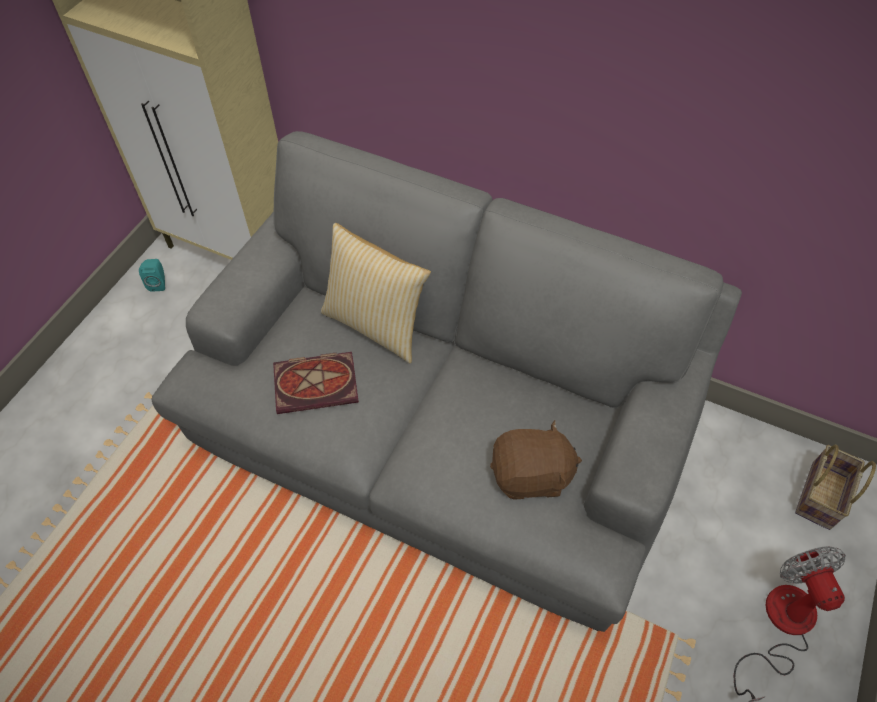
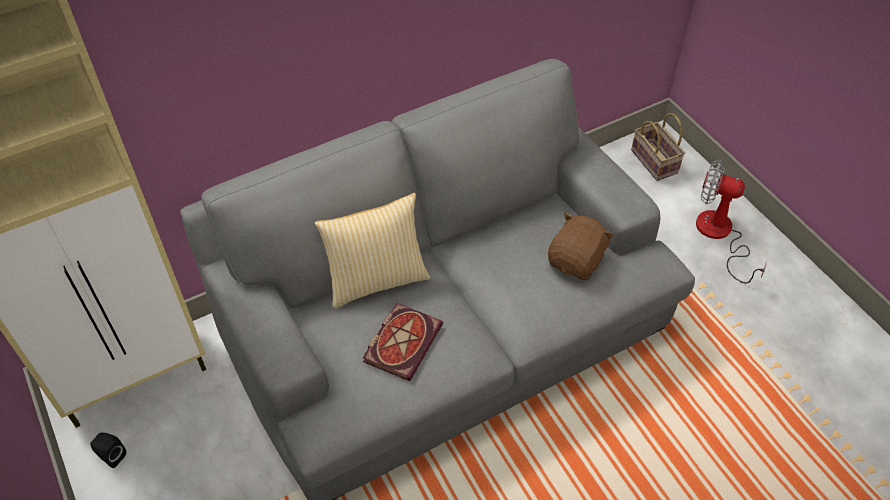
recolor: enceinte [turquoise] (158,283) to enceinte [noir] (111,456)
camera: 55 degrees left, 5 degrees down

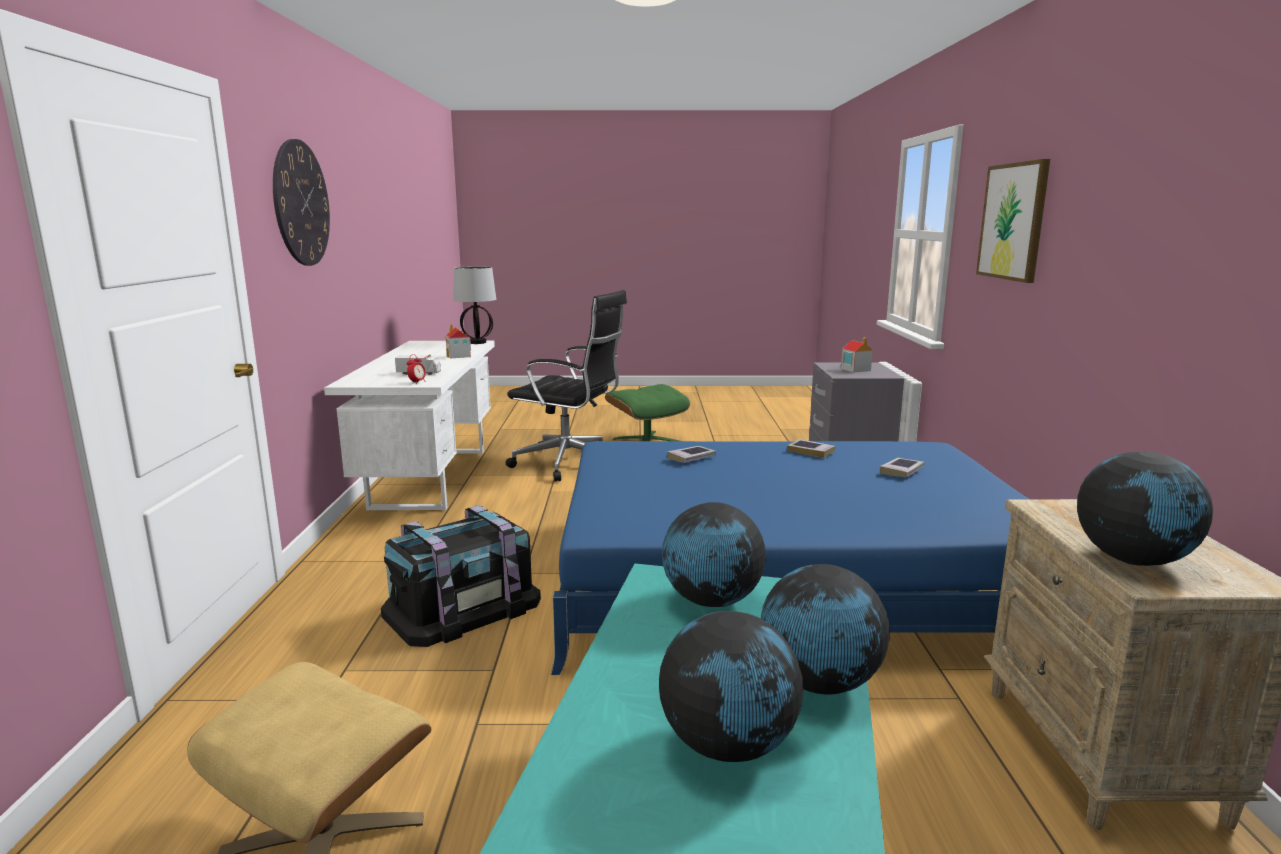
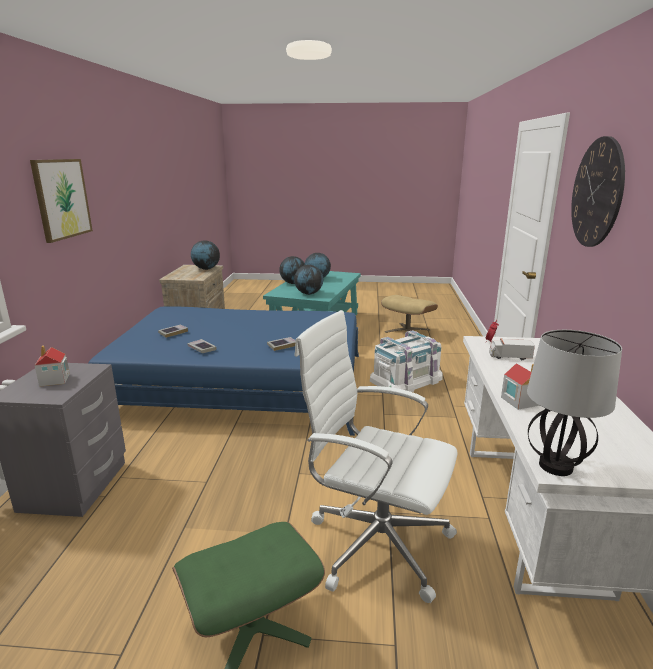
recolor: boîte de rangement [noir] (462,607) to boîte de rangement [blanc] (406,379); chaise de bureau [noir] (570,463) to chaise de bureau [blanc] (375,542)
camera: 175 degrees left, 5 degrees up

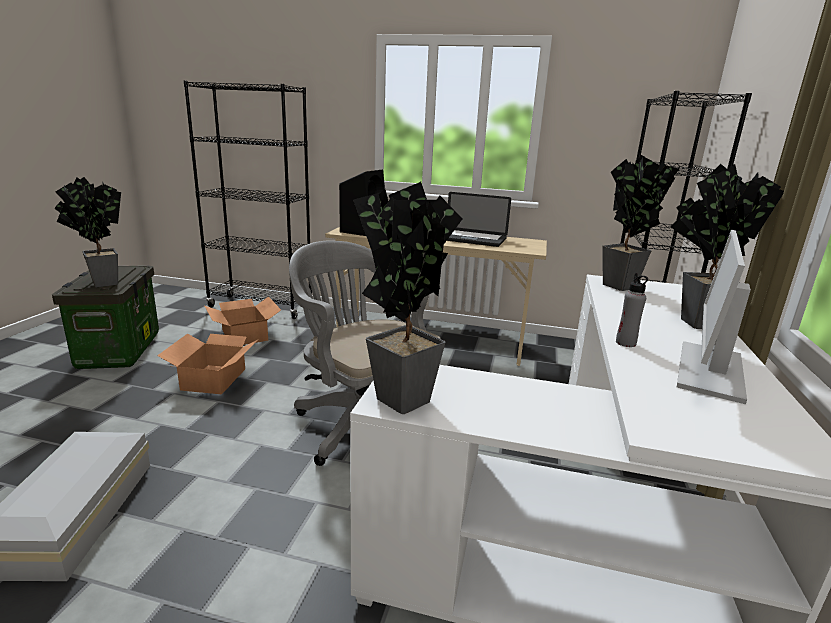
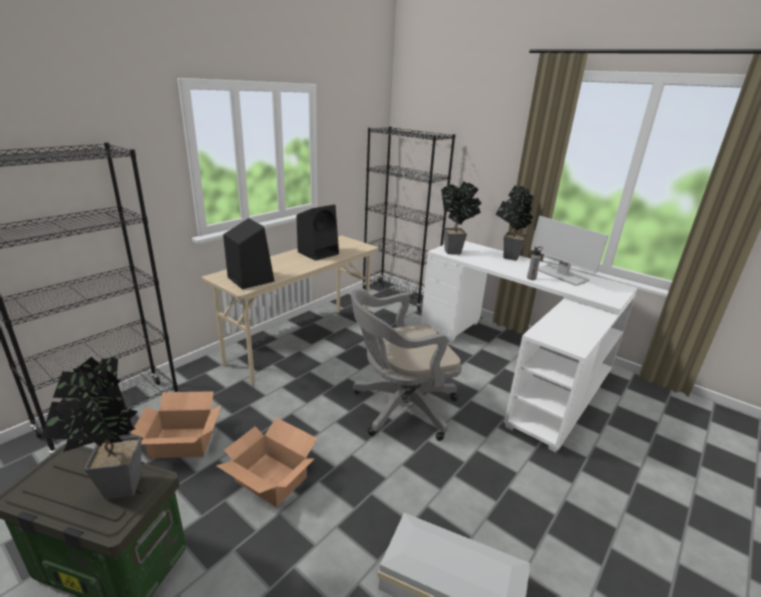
delete: plante en pot (401,394)
replace: ordinateur portable (471,239) to enceinte [noir] (319,253)
camera: 65 degrees left, 5 degrees up

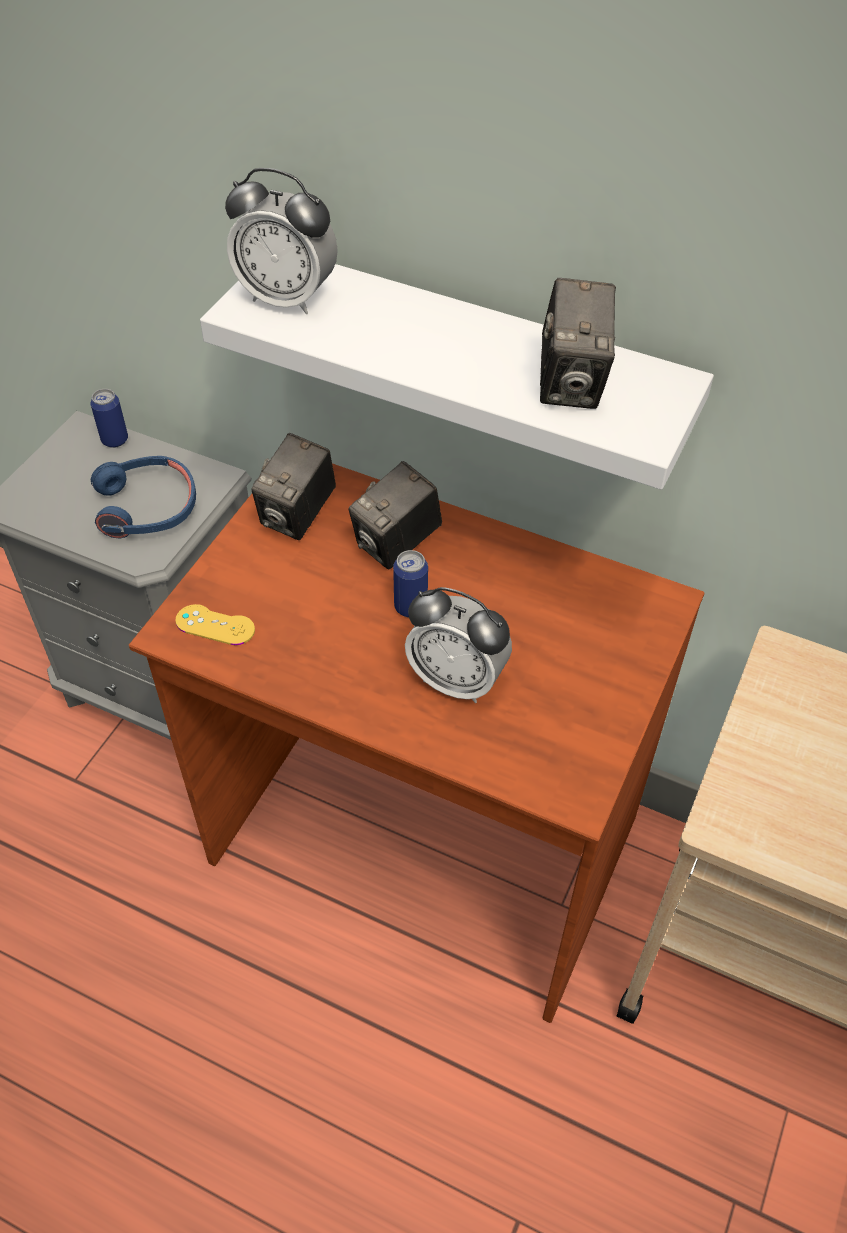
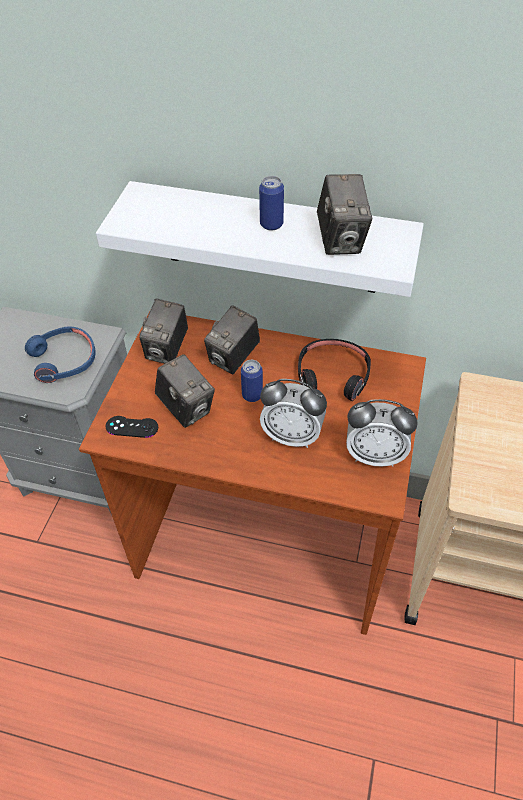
insert: appareil photo (186,408); casque audio [noir] (332,375)
move: boîte métallique (115,440) to (271,224); réveil (287,298) to (374,455)
recolor: manette [jaune] (215,625) to manette [noir] (132,427)
camera: 10 degrees left, 0 degrees up

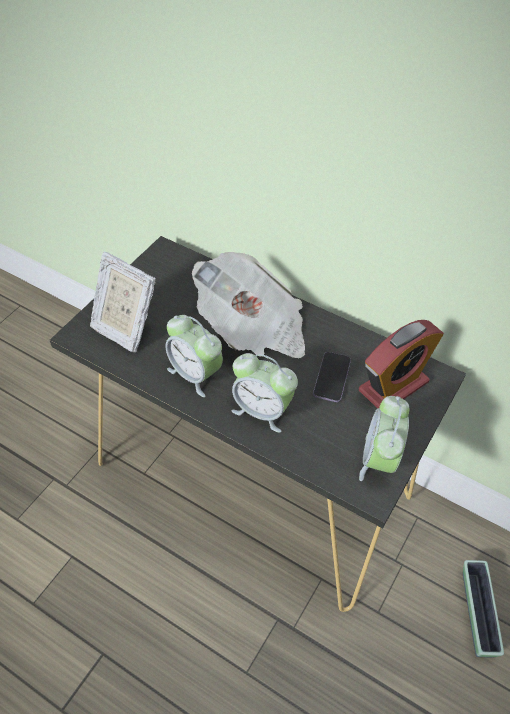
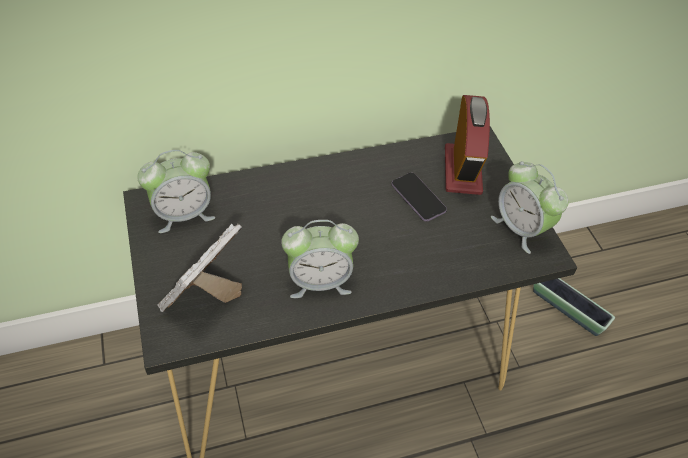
delete: journal (253,329)
move: réveil (262,410) to (183,214)
rotate: cadre photo (124,327) = (204,295) 135 degrees clockwise
camera: 50 degrees left, 0 degrees up

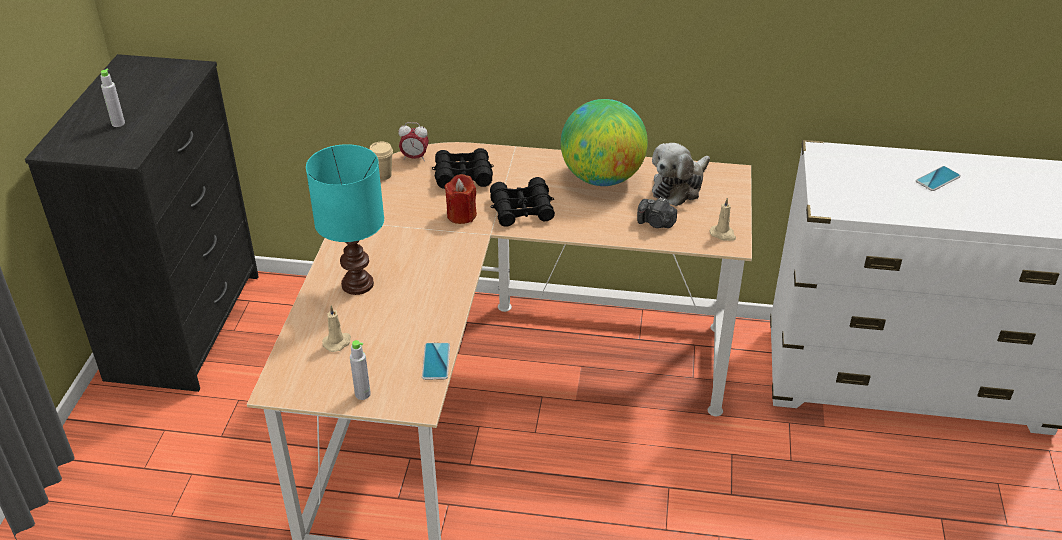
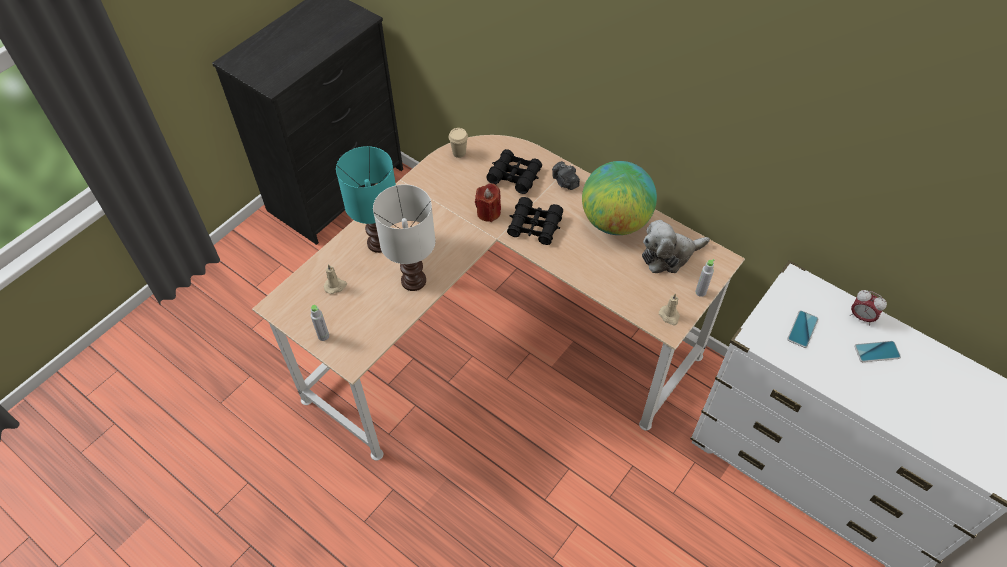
insert: lampe de table [blanc] (414,281)
move: bouteille [gris] (118,123) to (700,292); réveil (414,158) to (861,317); téléphone (436,361) to (802,329); appareil photo (656,223) to (565,182)
camera: 30 degrees right, 15 degrees up

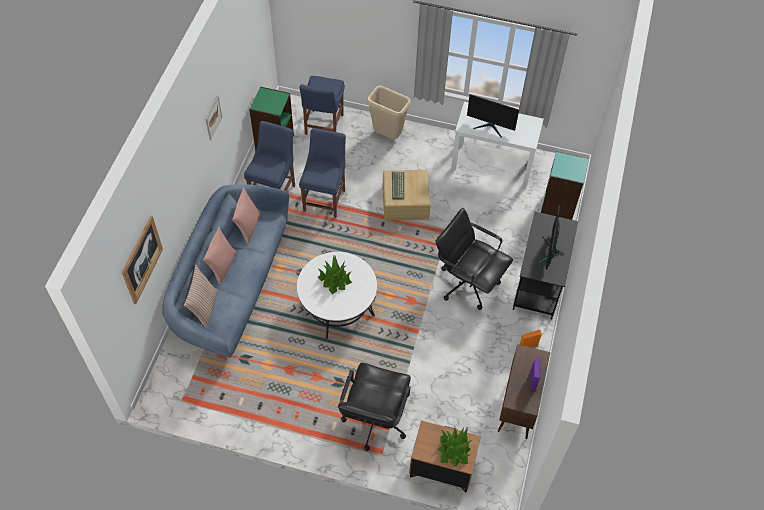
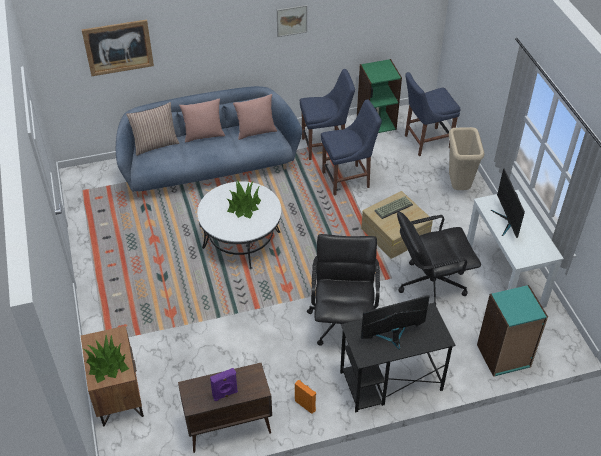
move: chaise de bureau [noir] (374,420) to (430,284)
camera: 60 degrees right, 10 degrees down

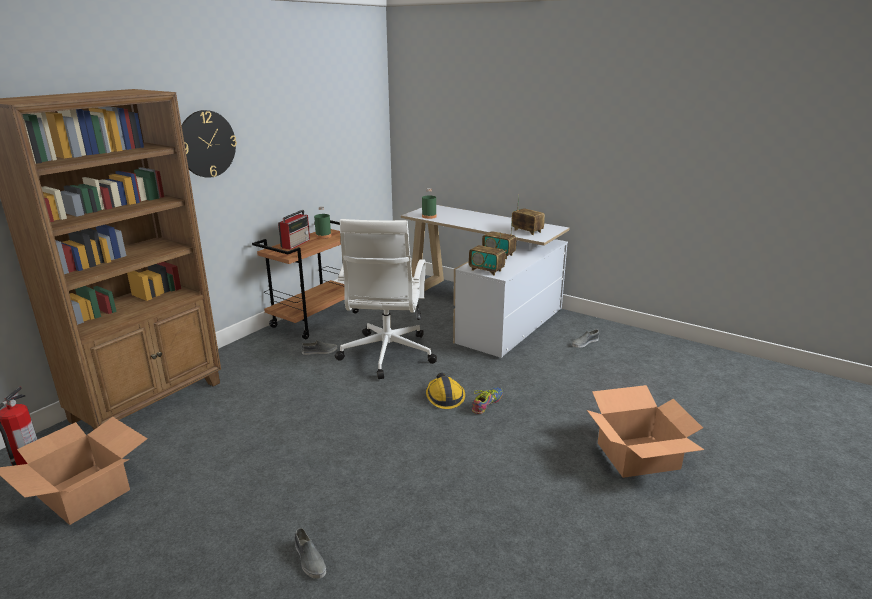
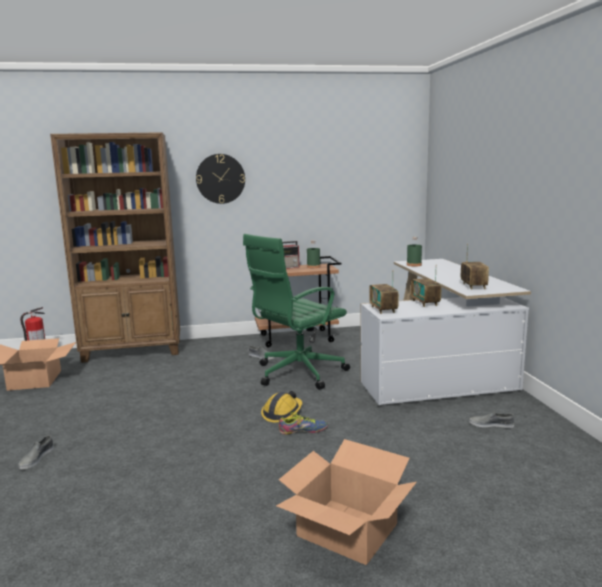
recolor: chaise de bureau [blanc] (386,355) to chaise de bureau [vert] (297,373)
camera: 45 degrees right, 10 degrees down

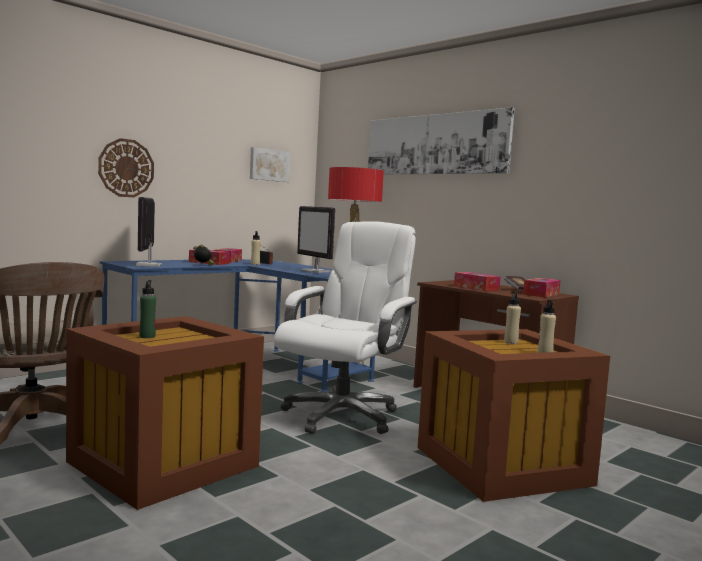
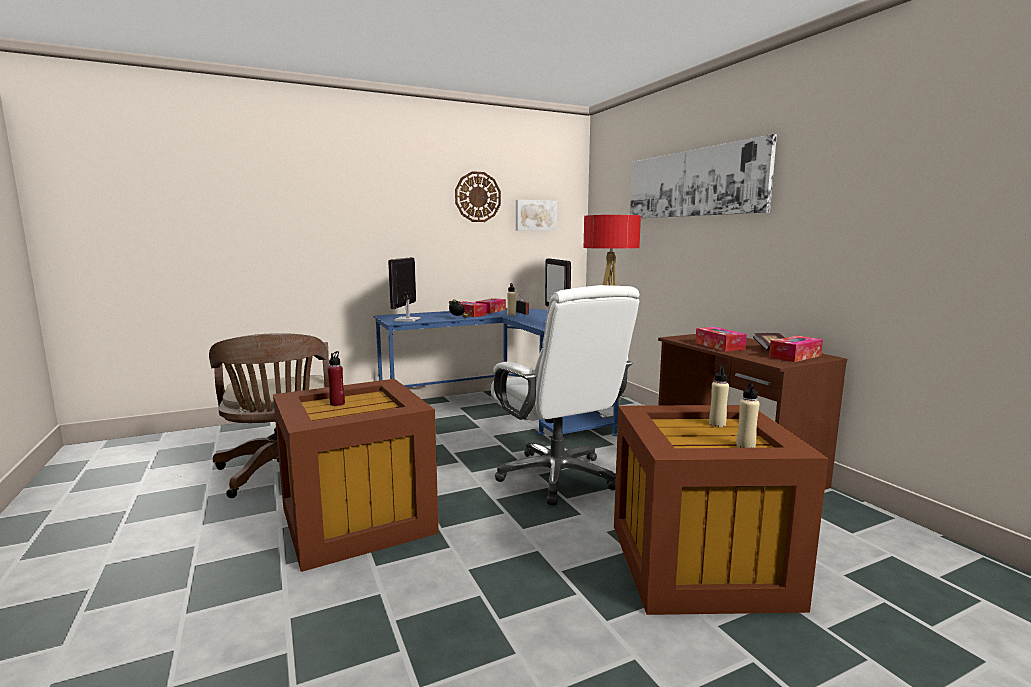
move: horloge murale (126,168) to (477,197)
recolor: bouteille [vert] (147,336) to bouteille [rouge] (337,404)
rotate: chaise de bureau [blanc] (341,415) = (558,477) 105 degrees clockwise
camera: 20 degrees right, 5 degrees up

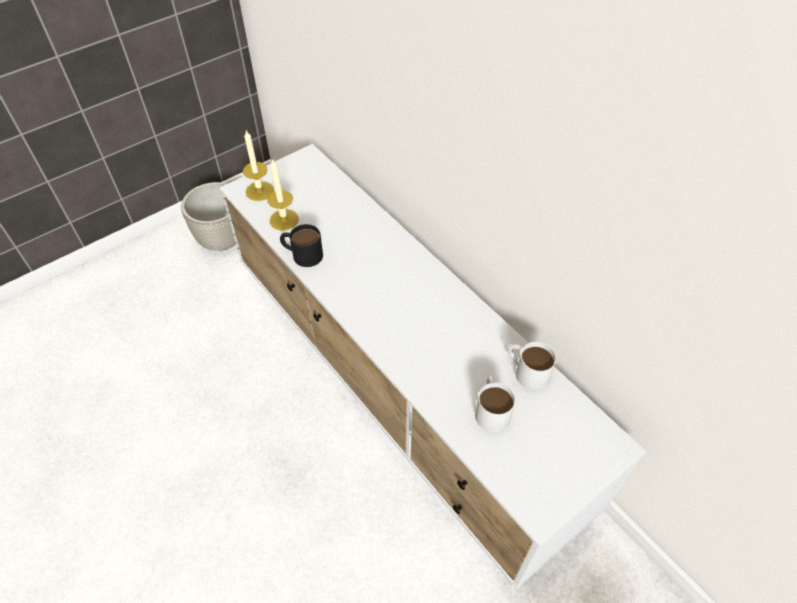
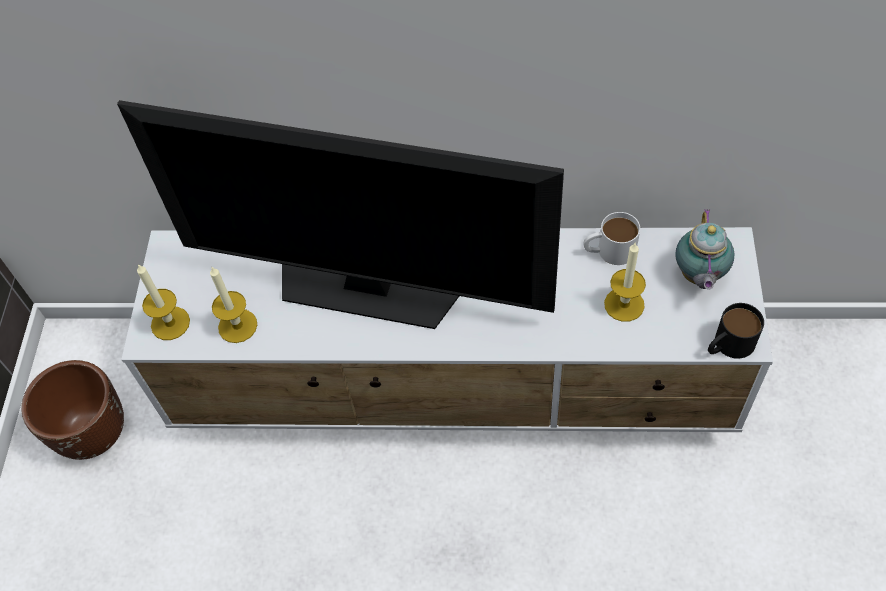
insert: téléviseur (368,286); théière (698,276)
move: mug [noir] (302,254) to (728,345)
replace: mug [blanc] (491,409) to bougie (624,304)
recolor: cache-pot [gris] (223,240) to cache-pot [marron] (94,433)
camera: 45 degrees left, 5 degrees up

